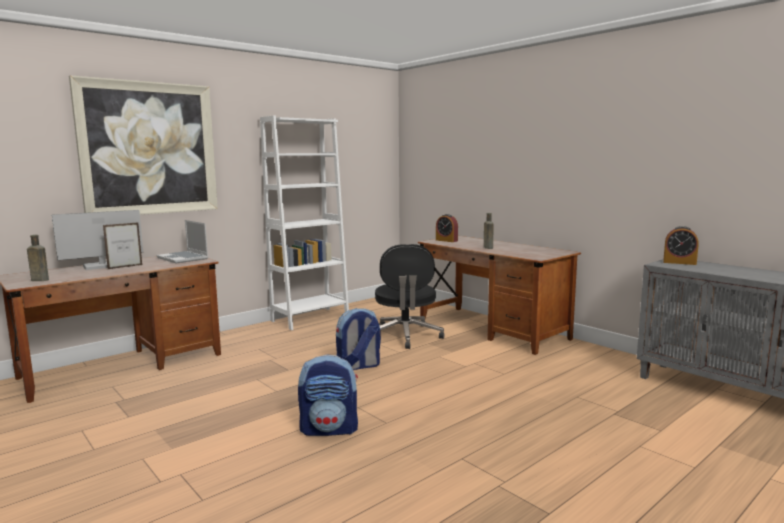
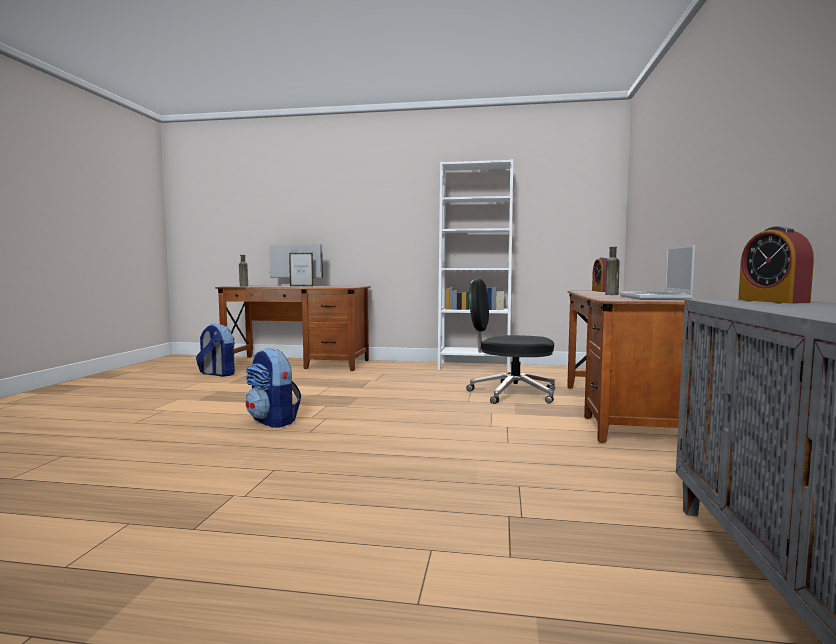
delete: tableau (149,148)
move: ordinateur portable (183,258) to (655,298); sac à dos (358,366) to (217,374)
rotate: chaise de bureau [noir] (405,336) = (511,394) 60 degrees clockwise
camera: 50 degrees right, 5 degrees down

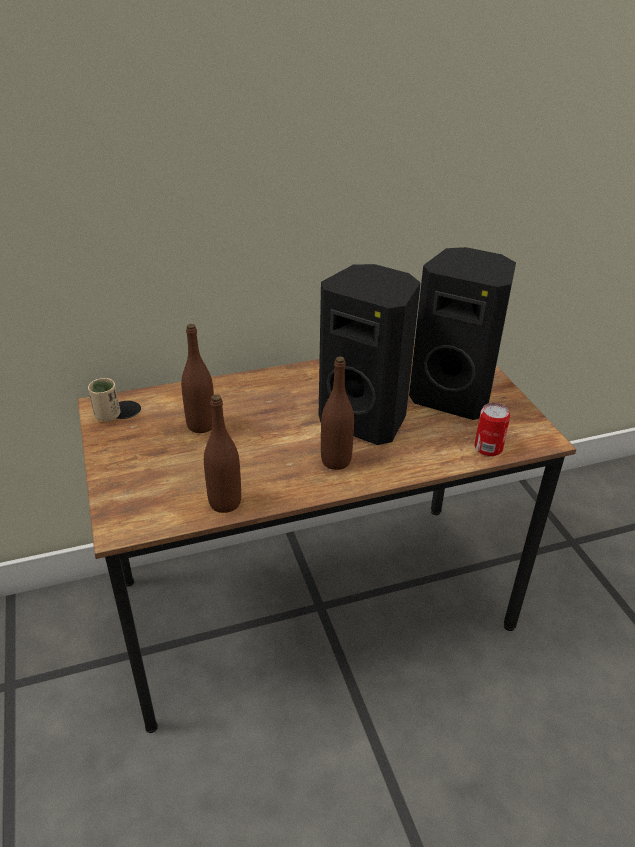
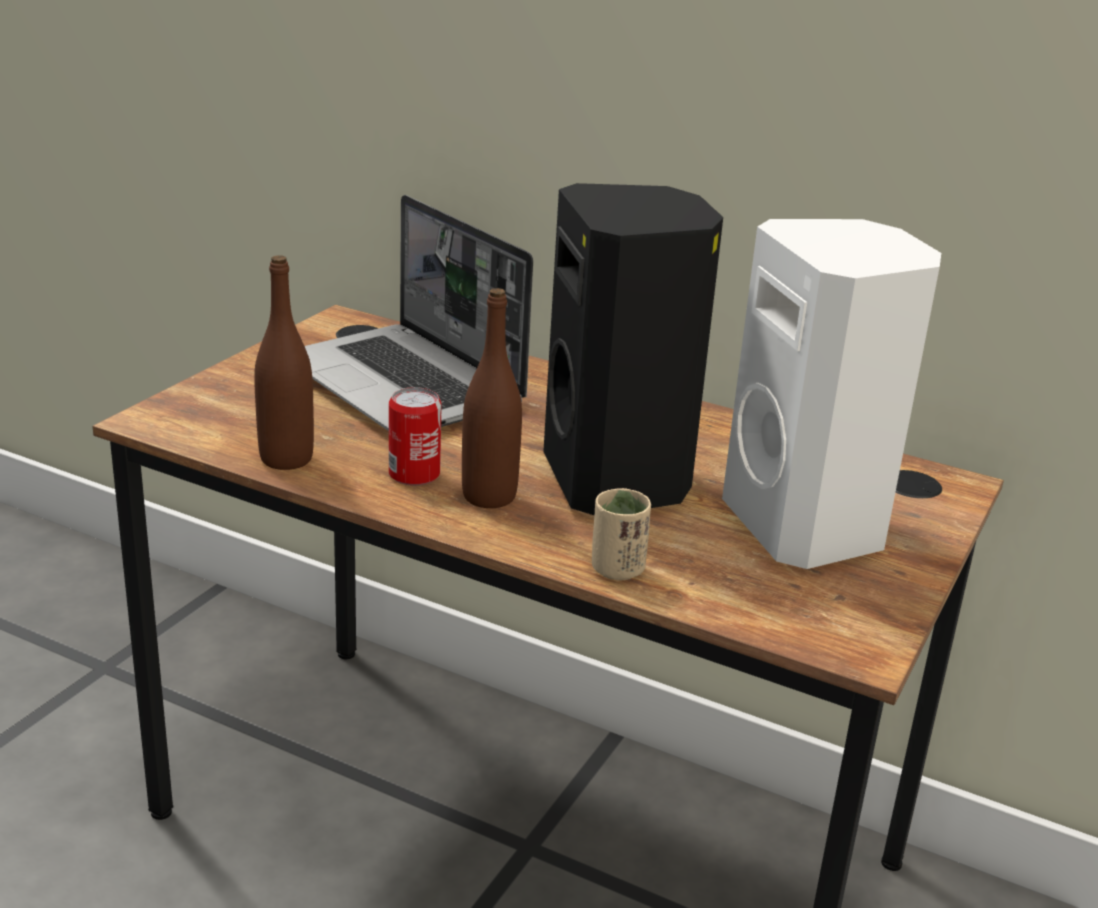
move: tasse [beige] (107,416) to (617,569); boîte métallique (488,448) to (414,474)
replace: bouteille [marron] (201,425) to ordinateur portable (406,384)
recolor: enceinte [noir] (453,397) to enceinte [blanc] (808,528)
camera: 45 degrees right, 10 degrees down

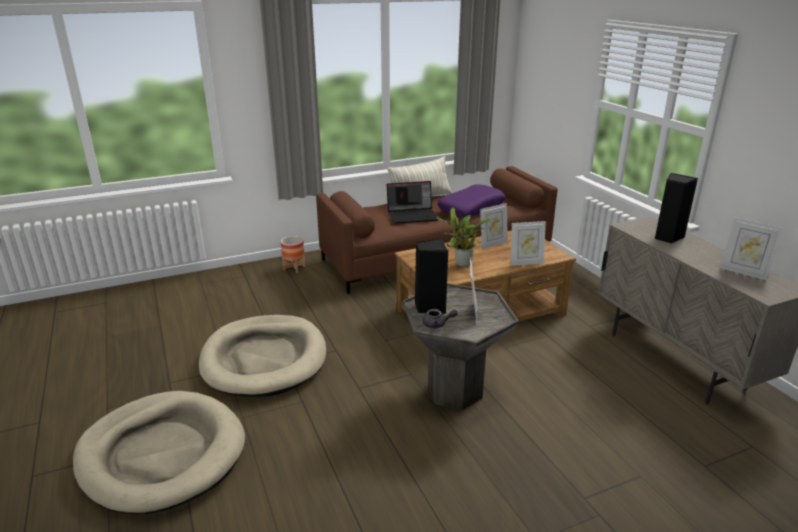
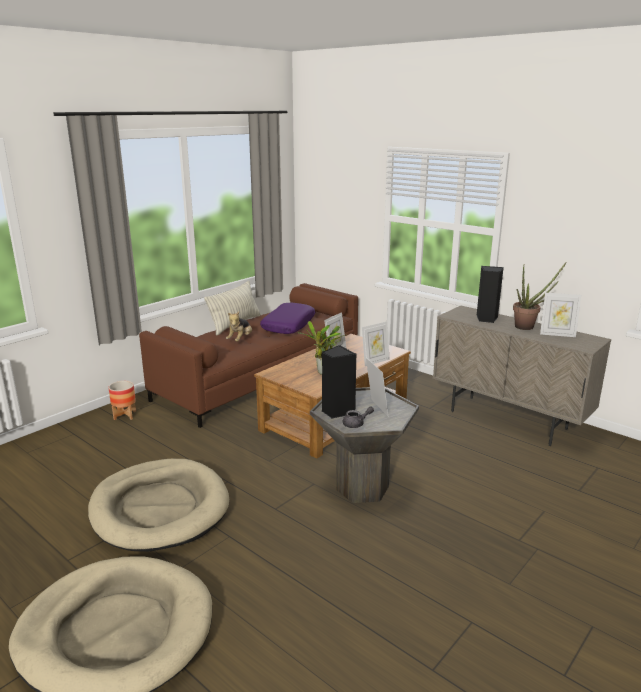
insert: plante en pot (528,327)
replace: ordinateur portable (412,215) to peluche (240,340)
camera: 25 degrees left, 5 degrees down

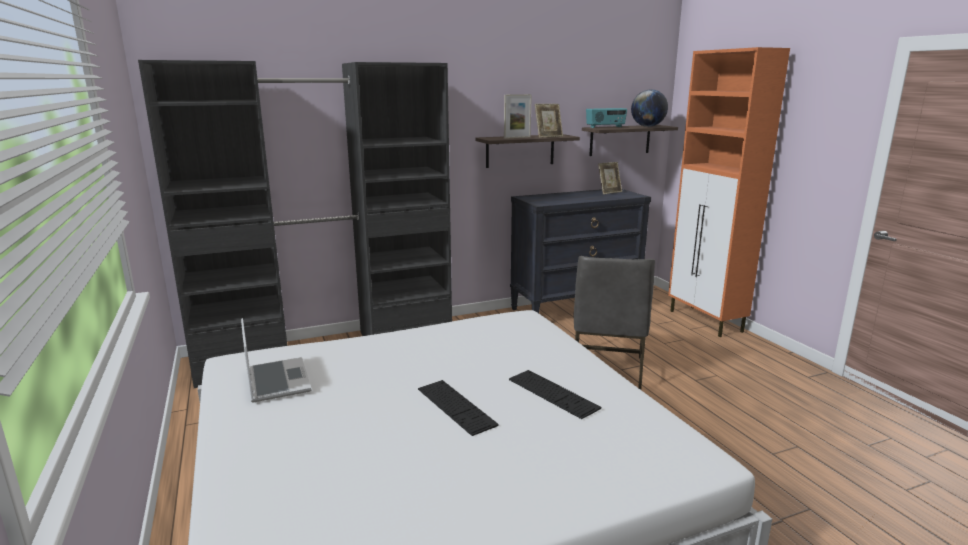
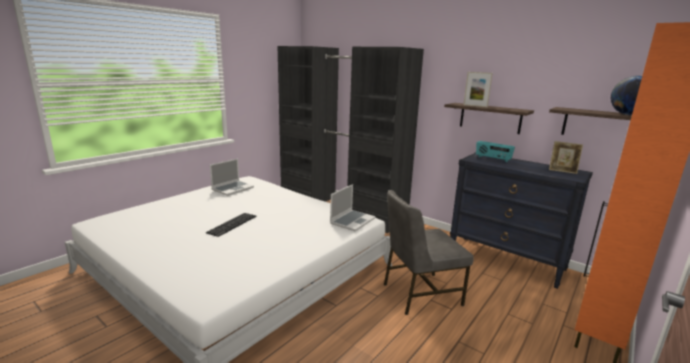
delete: clavier (552,393); cadre photo (548,136)
insert: ordinateur portable (352,221)
move: radio (605,127) to (492,159)
camera: 60 degrees right, 0 degrees up

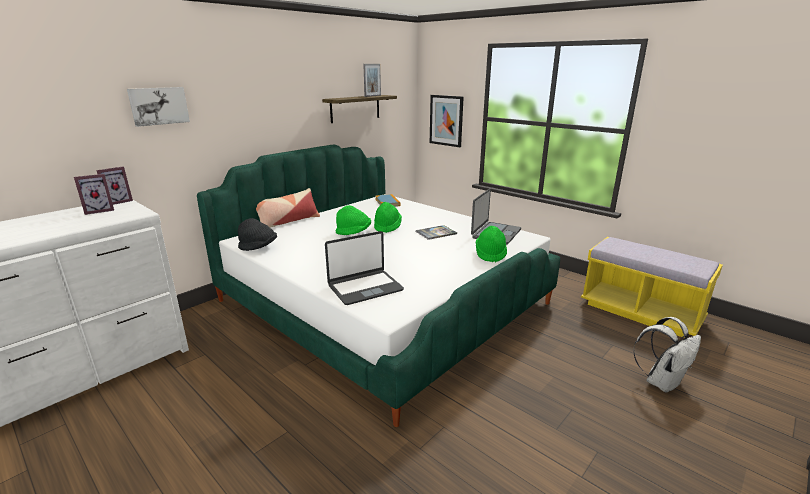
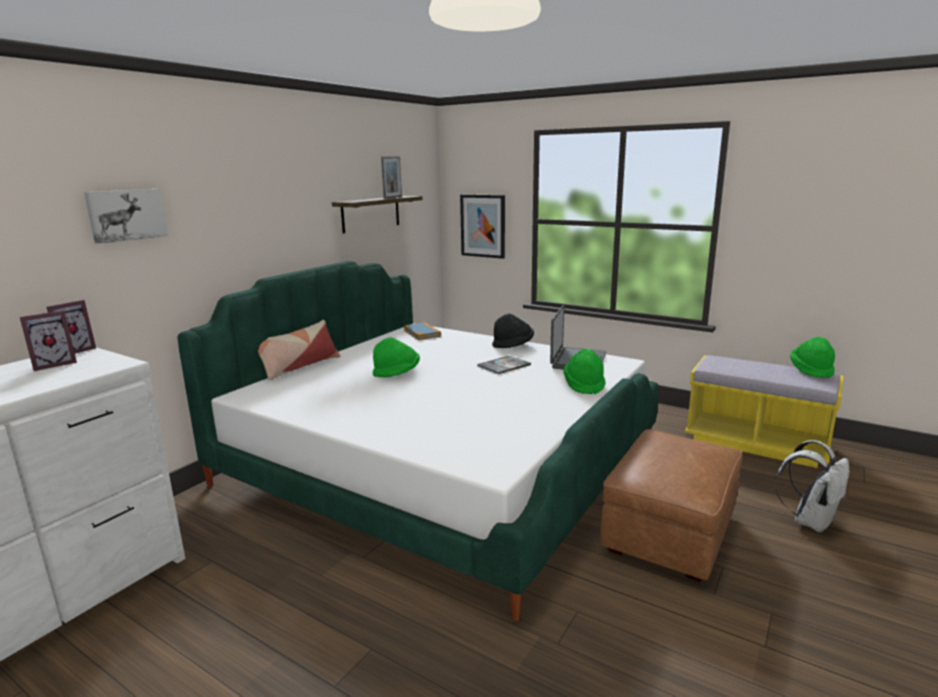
delete: ordinateur portable (365,288)
insert: pouf [marron] (668,533)
move: chapeau [noir] (258,247) to (513,345); chapeau [vert] (387,227) to (811,370)
camera: 10 degrees left, 5 degrees down

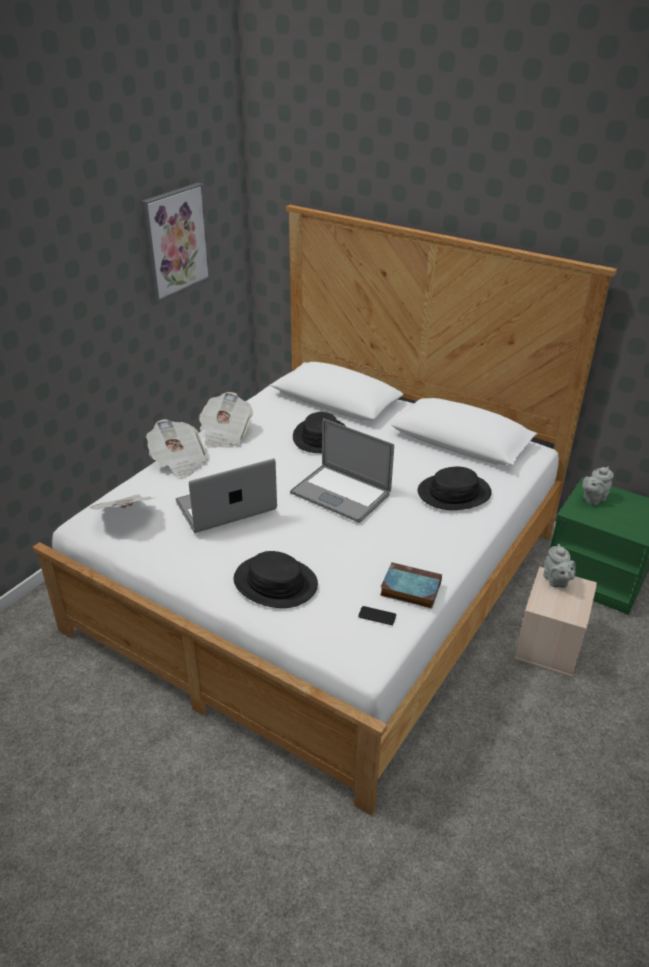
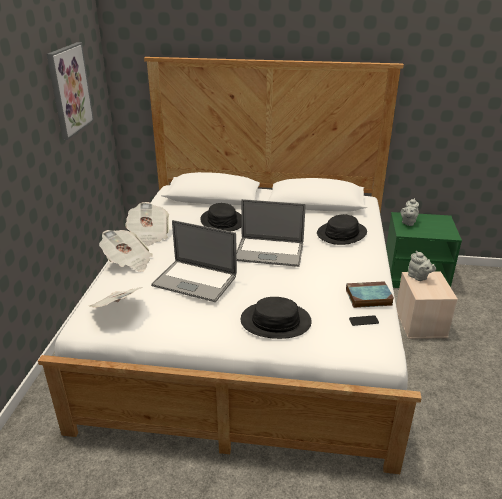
rotate: ordinateur portable (226,506) = (194,281) 105 degrees counterclockwise
camera: 25 degrees left, 5 degrees down

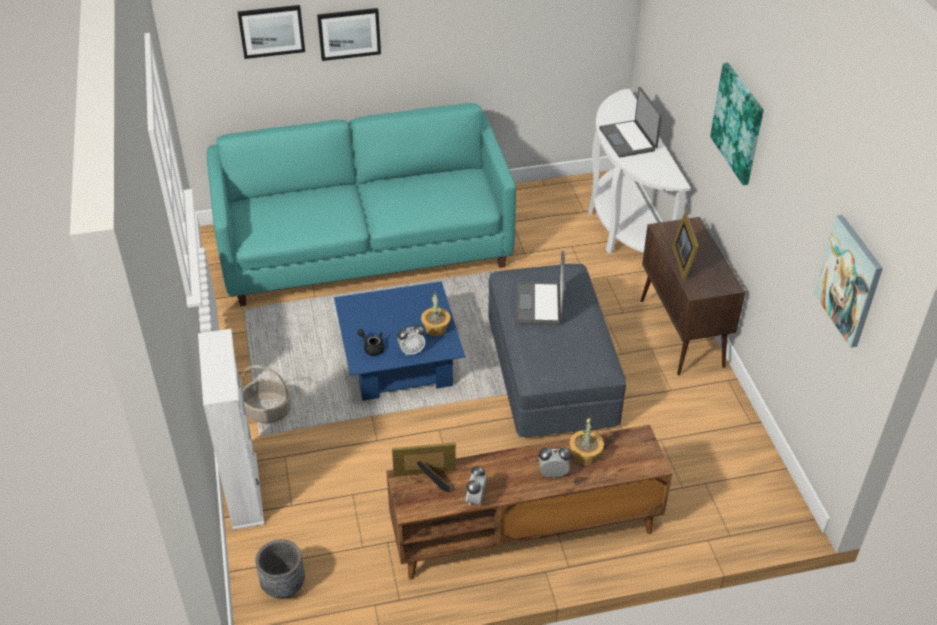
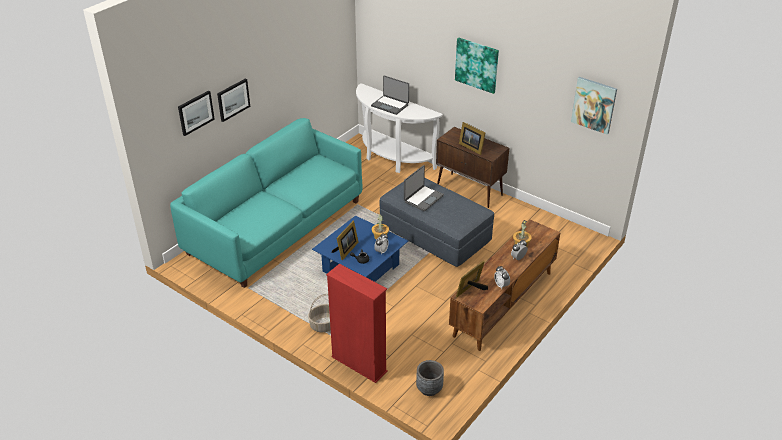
insert: cadre photo (345,250)
recolor: bibliothèque [blanc] (244,491) to bibliothèque [rouge] (359,364)
rotate: ordinateur portable (540,305) = (423,198) 105 degrees counterclockwise
camera: 40 degrees left, 5 degrees down

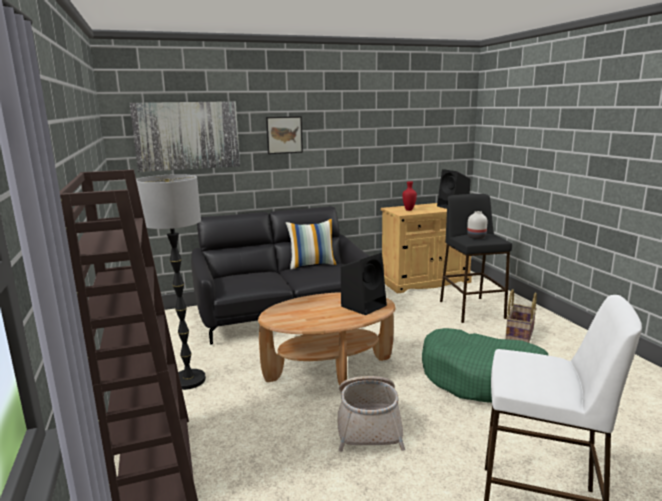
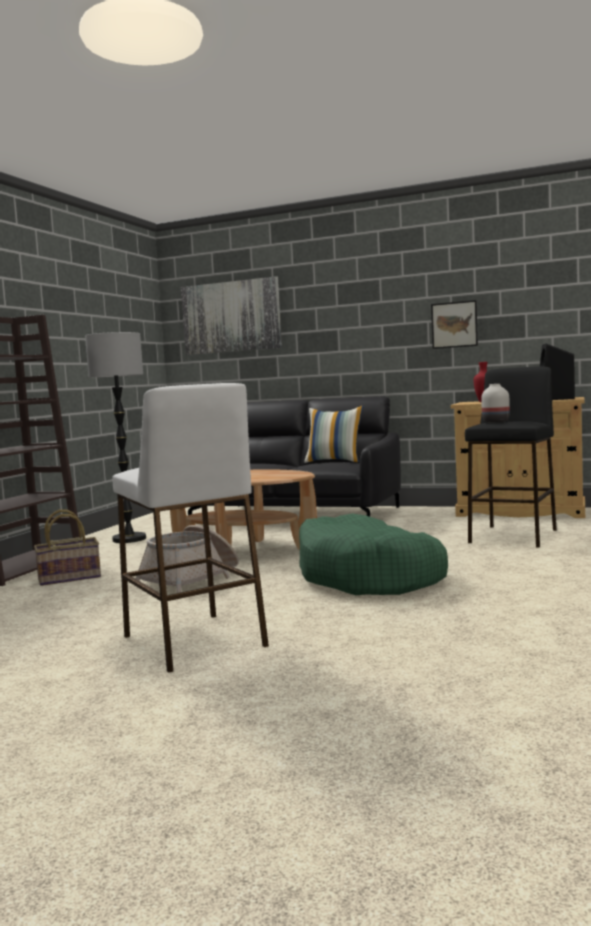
delete: enceinte [noir] (364,305)
move: tableau (284,135) to (454,324); panier (518,334) to (69,577)
camera: 40 degrees right, 10 degrees down

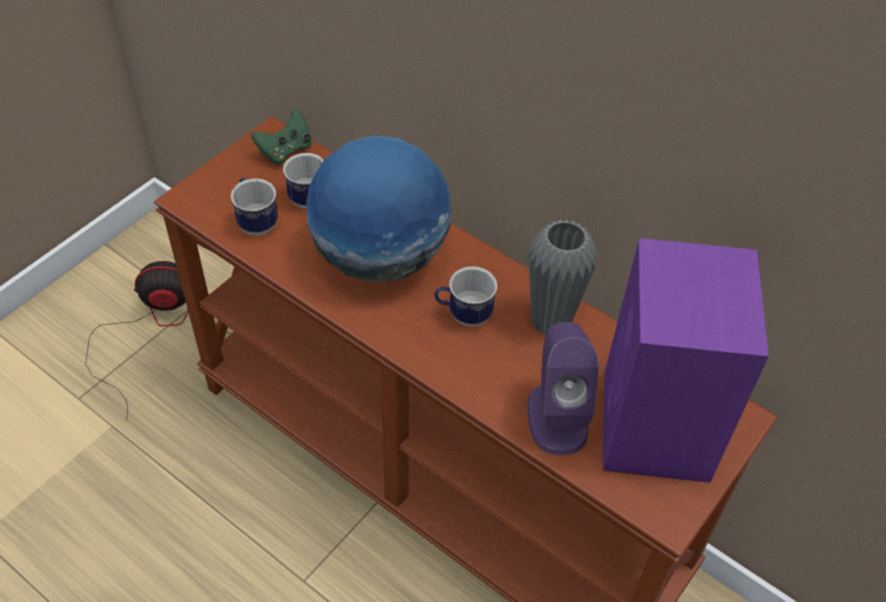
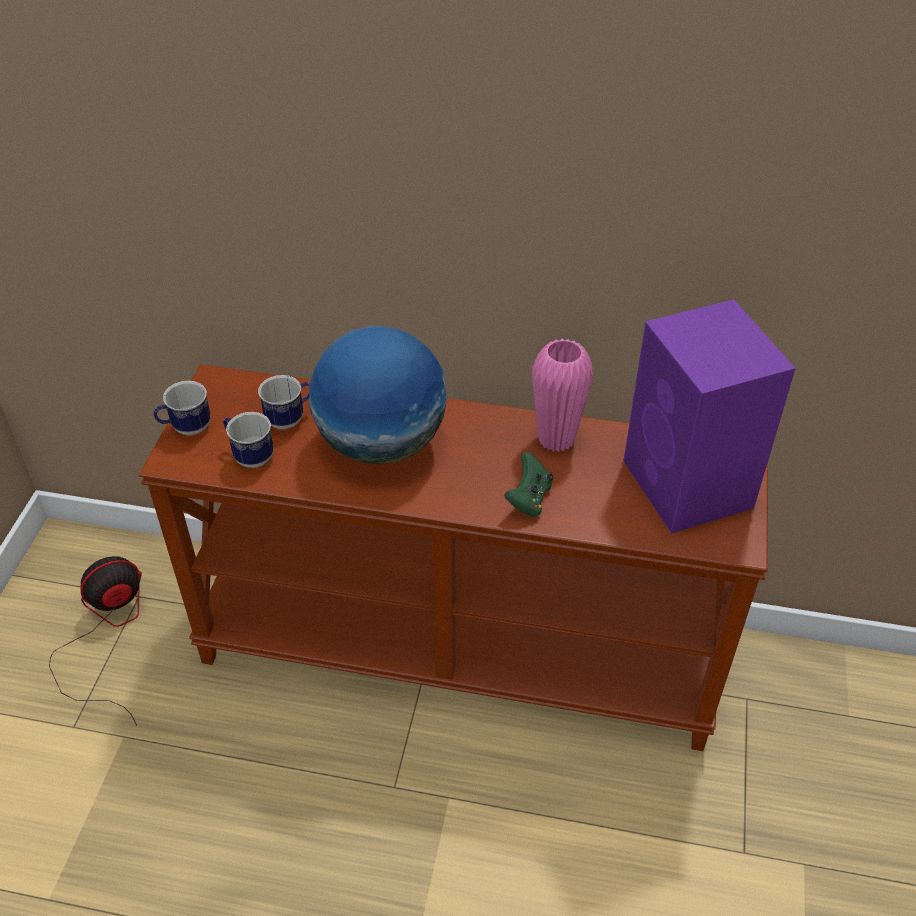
delete: enceinte [violet] (557,416)
move: manette [vert] (285,151) to (529,499); mug (463,315) to (186,428)
recolor: vase [gris] (551,321) to vase [rose] (556,439)
camera: 25 degrees left, 5 degrees down

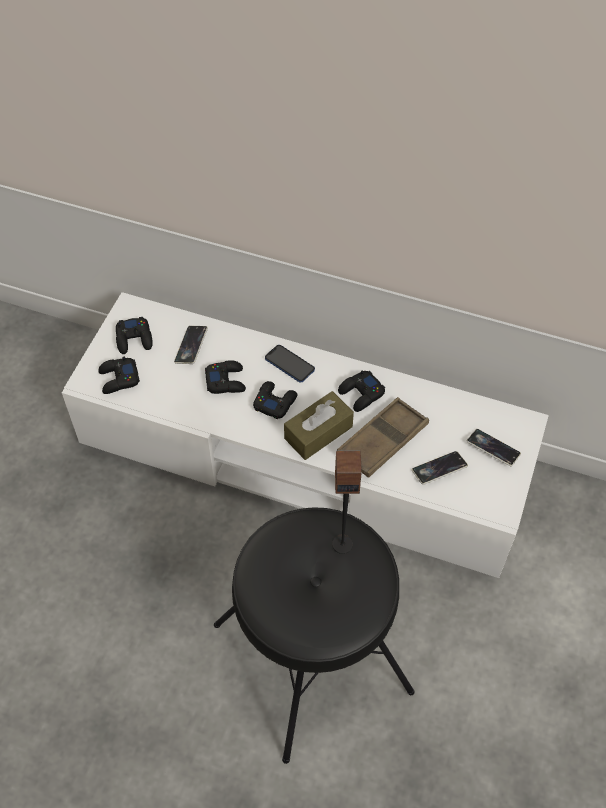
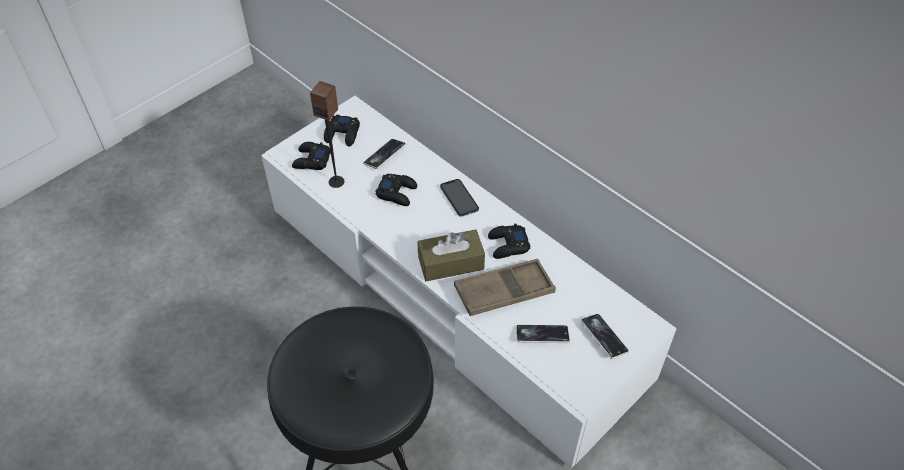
delete: manette [noir] (274,402)
move: enceinte (342,543) to (336,181)
camera: 25 degrees right, 5 degrees down

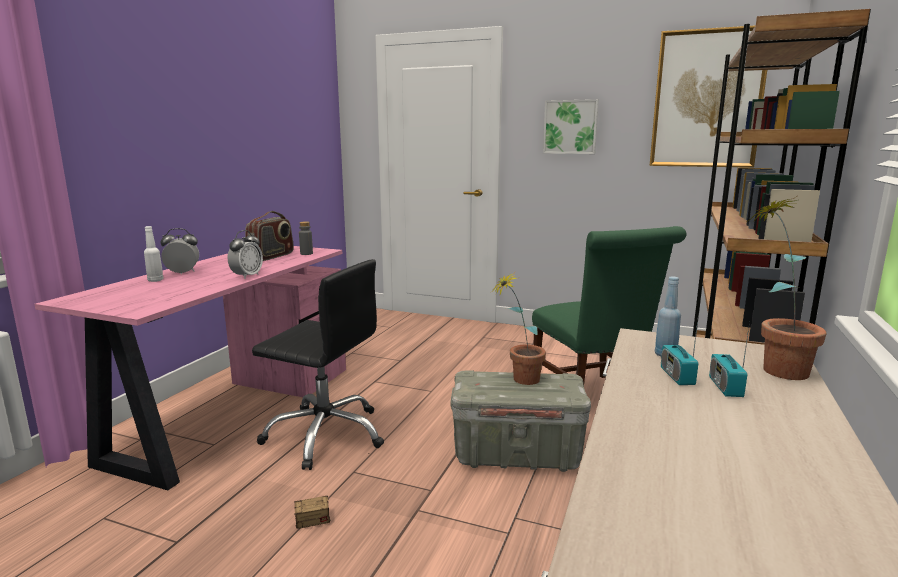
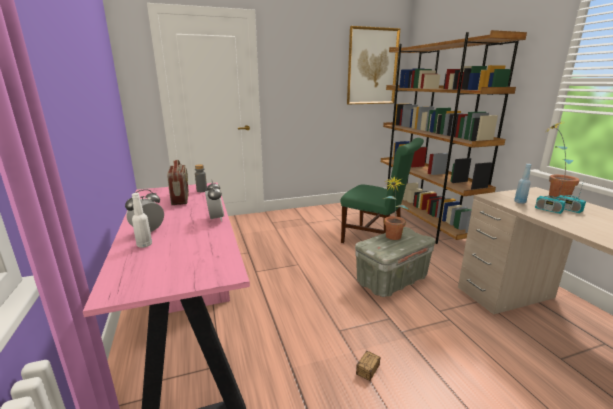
delete: chaise de bureau [noir] (325,434); tableau (570,127)
camera: 40 degrees left, 5 degrees up

